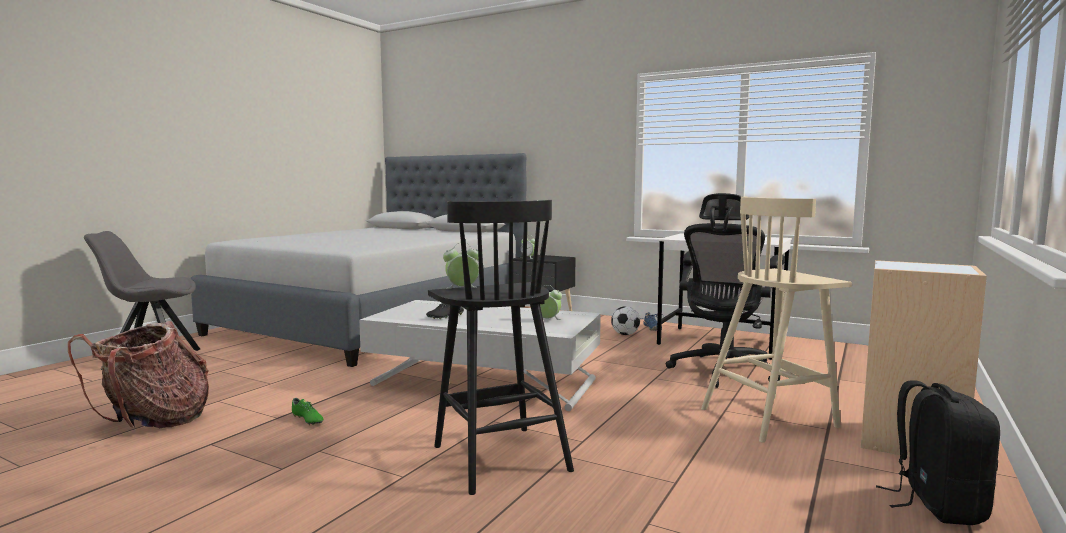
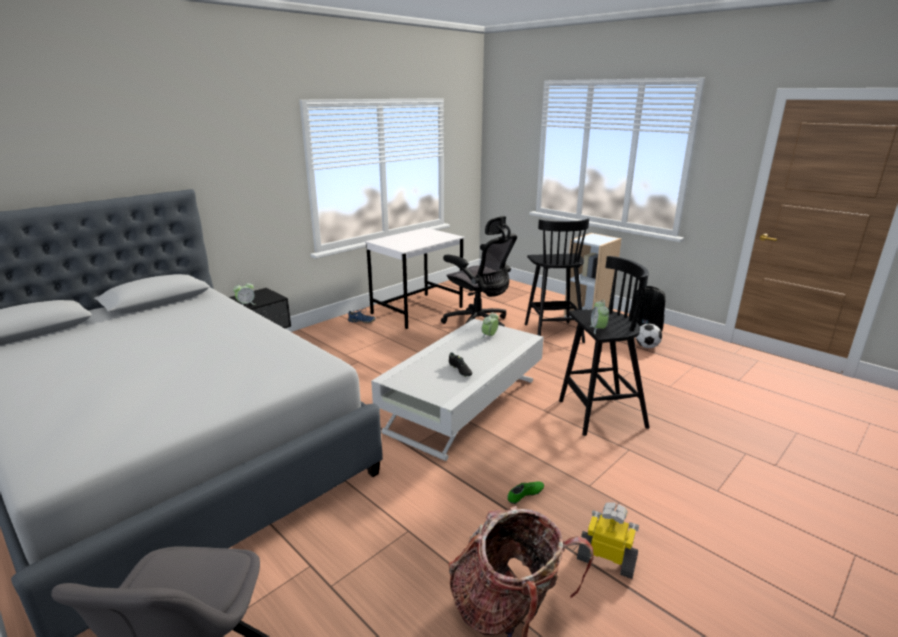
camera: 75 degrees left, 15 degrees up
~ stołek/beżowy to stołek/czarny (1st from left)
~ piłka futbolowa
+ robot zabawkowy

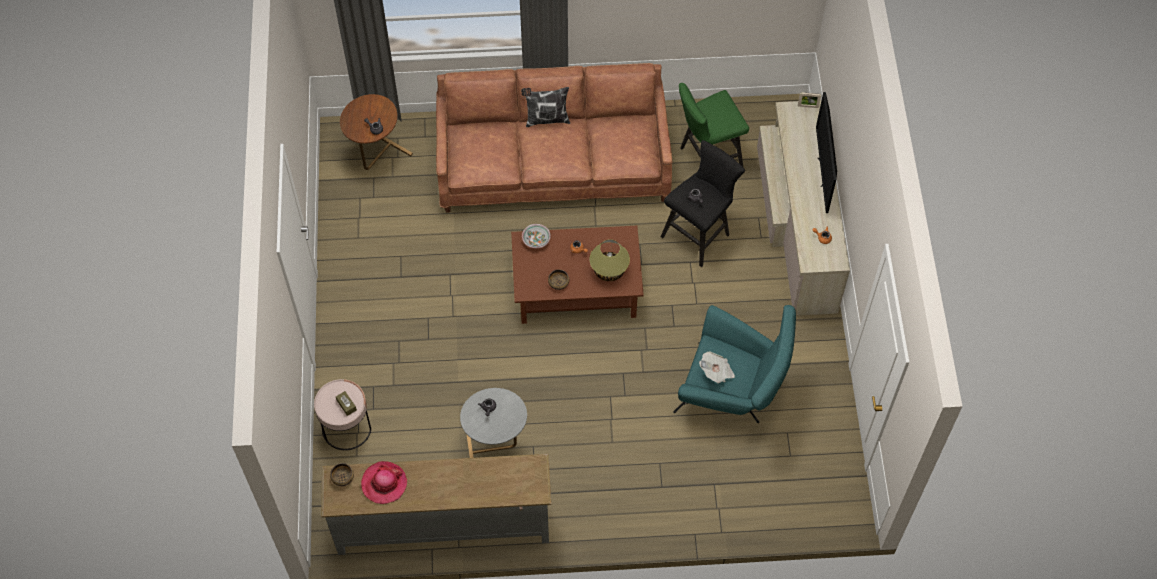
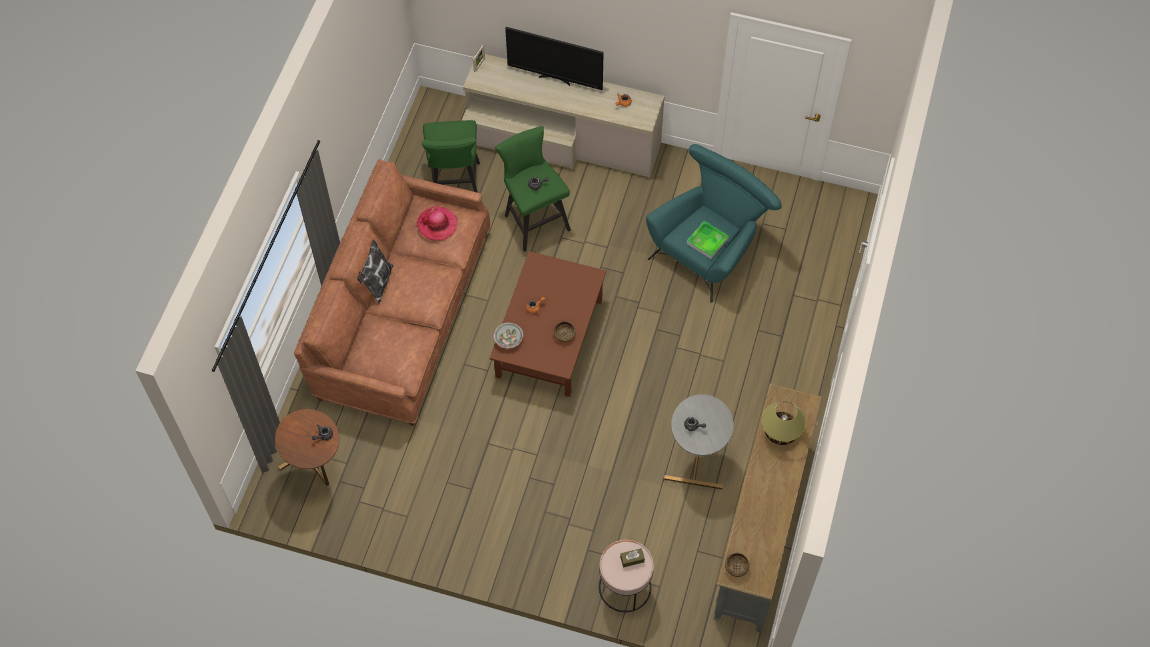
camera: 70 degrees left, 0 degrees up
~ stołek/czarny to stołek/zielony (2nd from left)
~ lampa stołowa
~ gazeta to taca
~ kapelusz

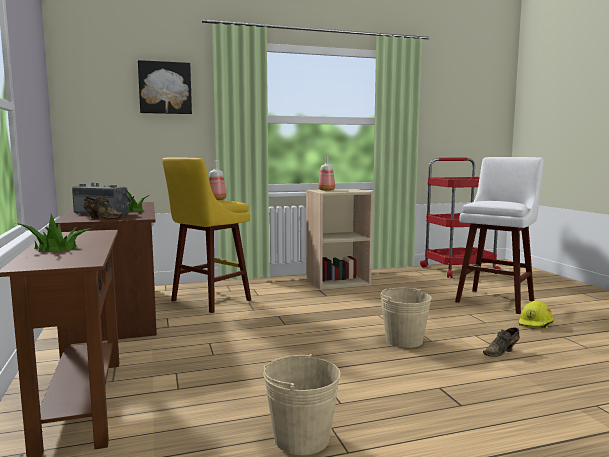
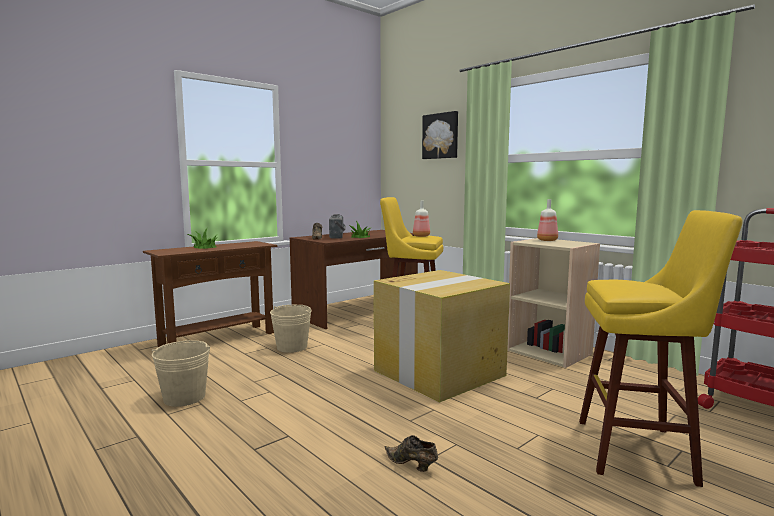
camera: 65 degrees right, 0 degrees up
~ stołek/biały to stołek/żółty (2nd from left)
~ wiadro/beżowy (2nd from left)
- kask/żółty
+ karton

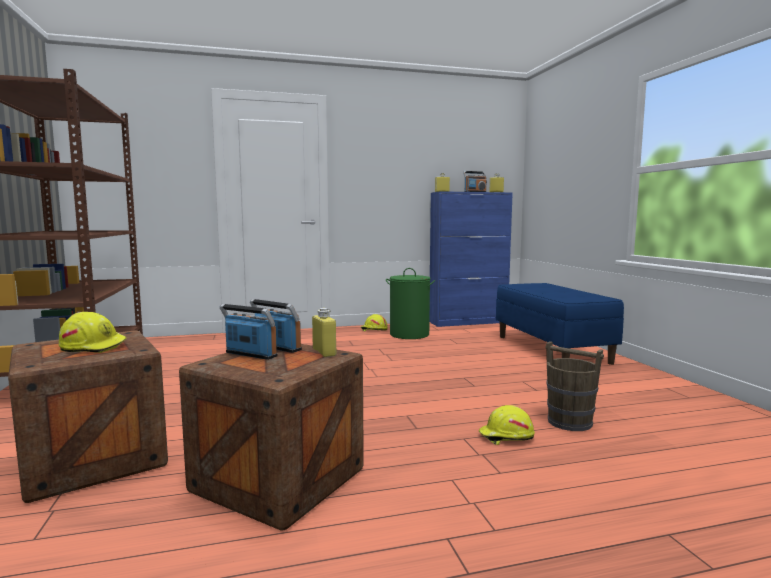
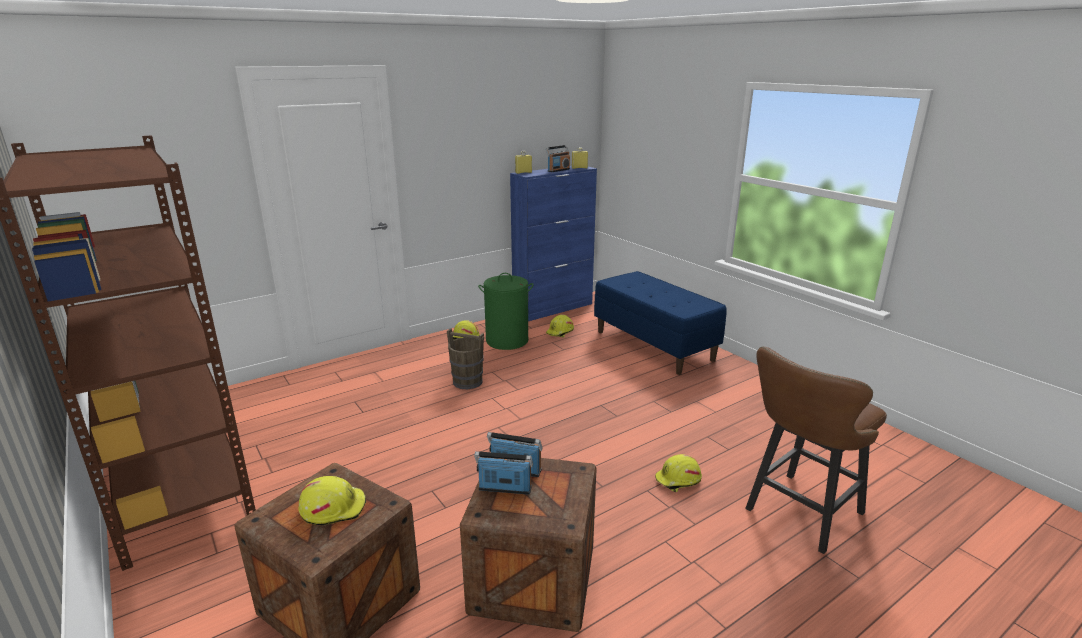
camera: 20 degrees left, 15 degrees up
- butelka/żółty (1st from left)
~ wiadro/brązowy
+ kask/żółty (3rd from left)
+ stołek/brązowy

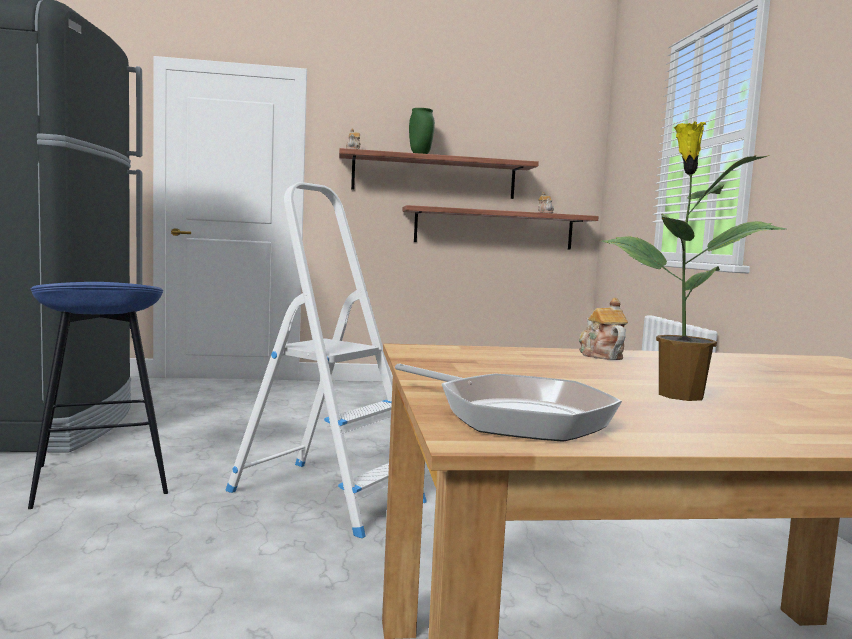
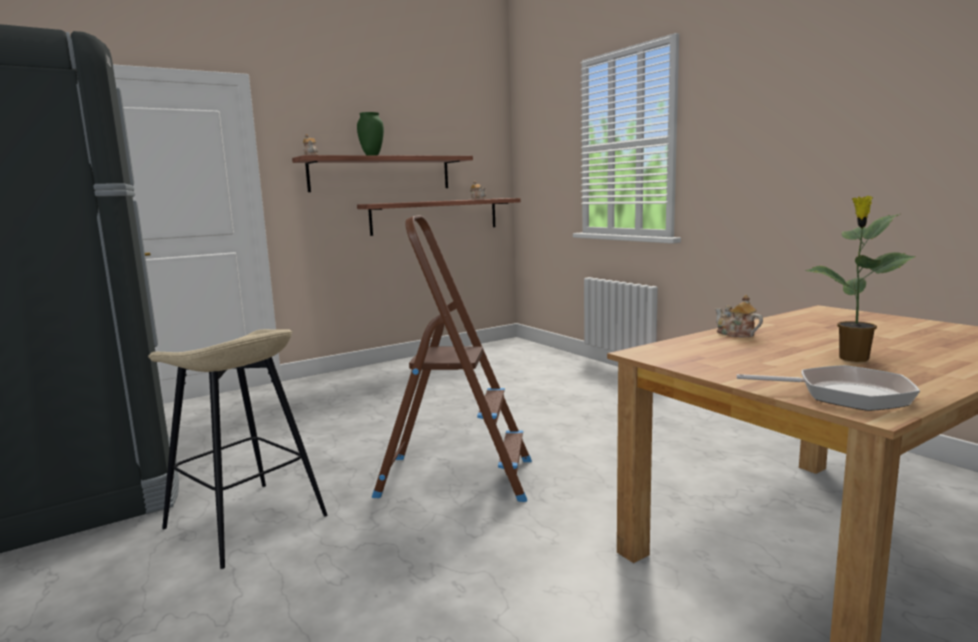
camera: 25 degrees left, 5 degrees up
~ drabinka/biały to drabinka/brązowy
~ stołek/niebieski to stołek/beżowy

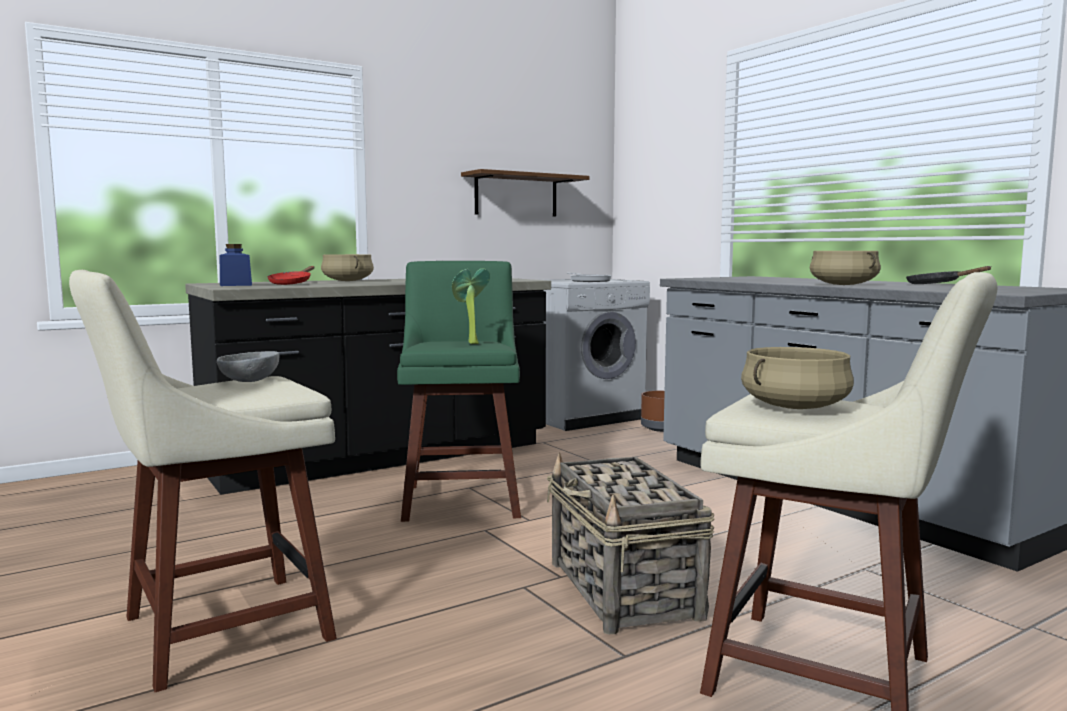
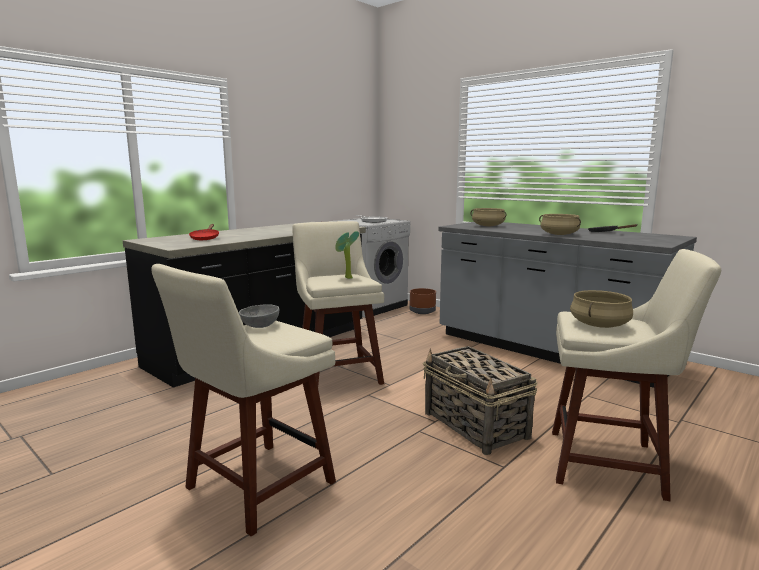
camera: 15 degrees left, 5 degrees up
- półka/brązowy
- słoik/niebieski
~ garnek/beżowy (1st from left)
~ stołek/zielony to stołek/beżowy (2nd from left)

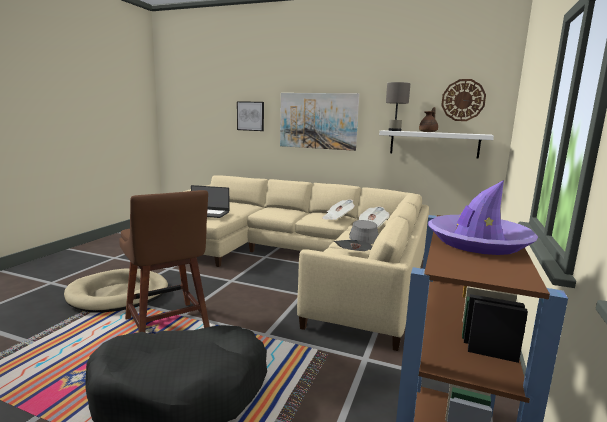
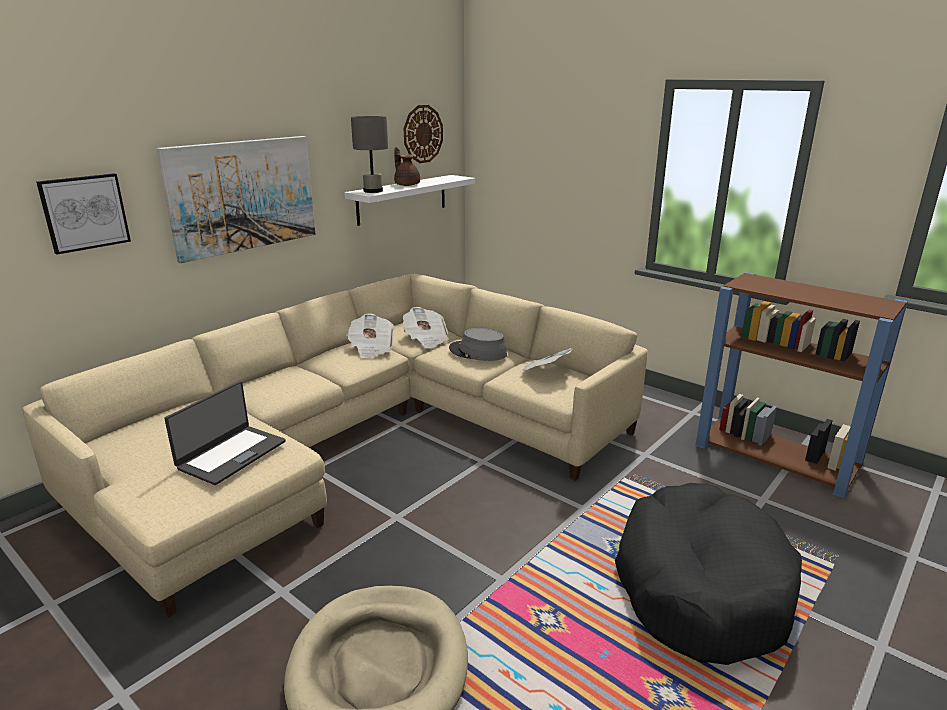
camera: 70 degrees left, 10 degrees up
- kapelusz/fioletowy
- stołek/brązowy

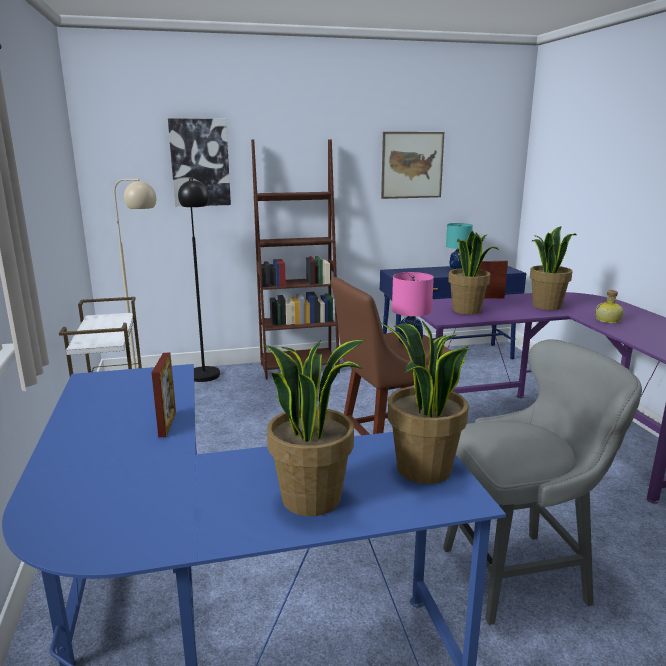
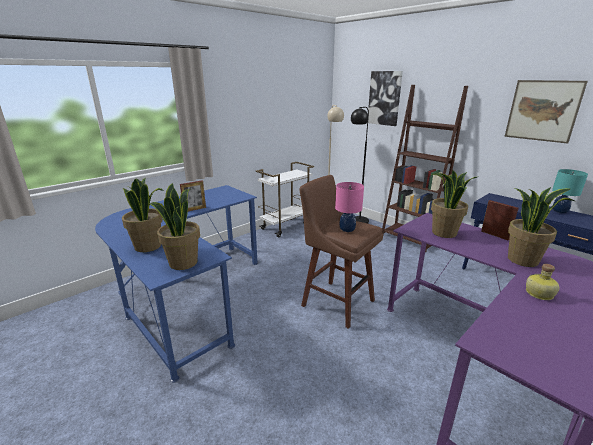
camera: 60 degrees right, 5 degrees up
- stołek/szary

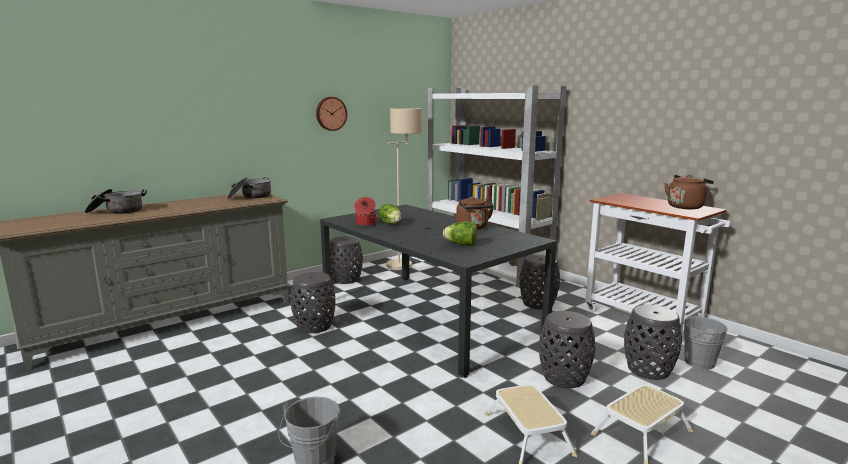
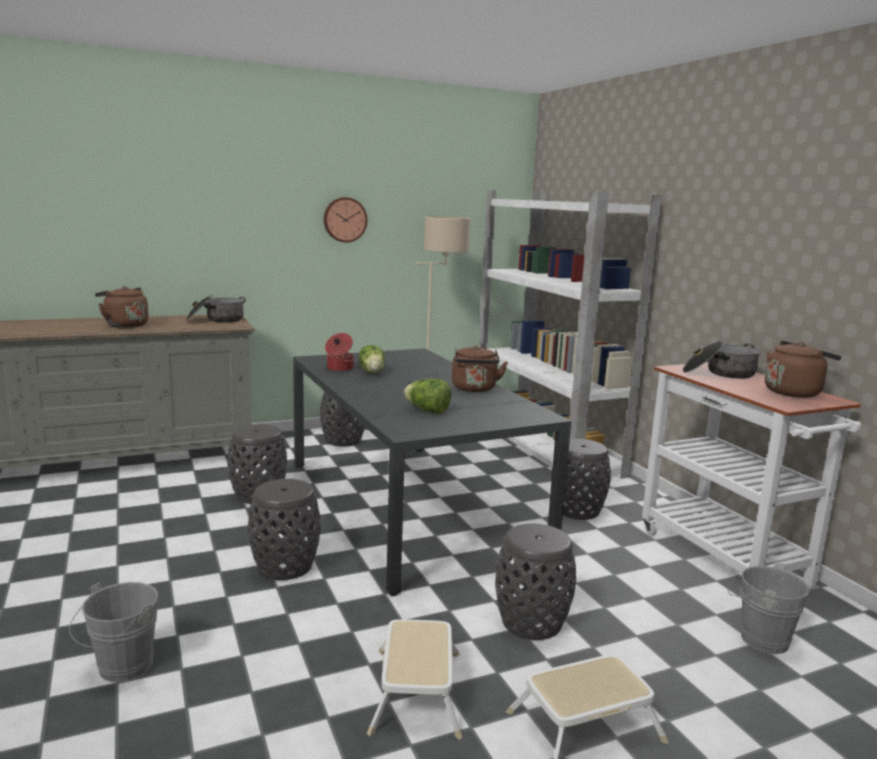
camera: 15 degrees right, 0 degrees up
~ garnek (1st from left in the first image) to garnek (3rd from left)
~ stołek/szary (5th from left in the first image) to stołek/szary (2nd from left)
+ czajnik/brązowy (1st from left)

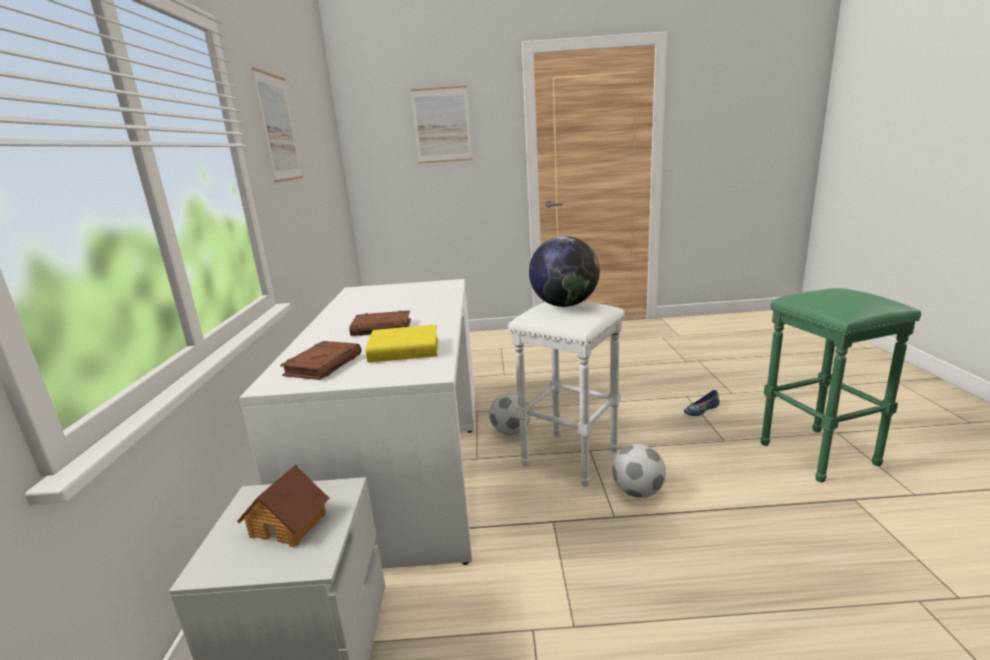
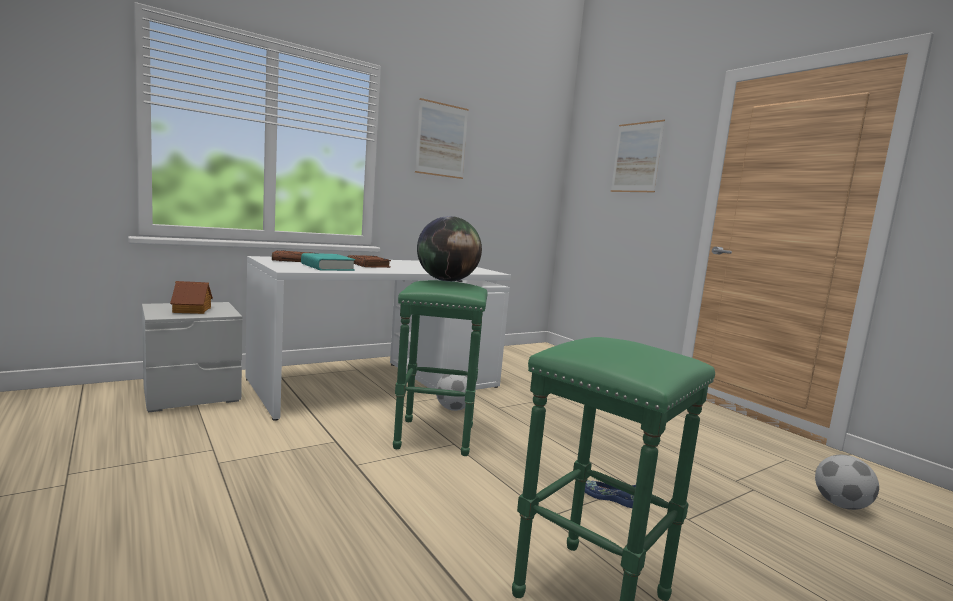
camera: 55 degrees right, 10 degrees down
~ stołek/biały to stołek/zielony (1st from left)
~ książka/żółty to książka/turkusowy
~ piłka futbolowa (2nd from left)

